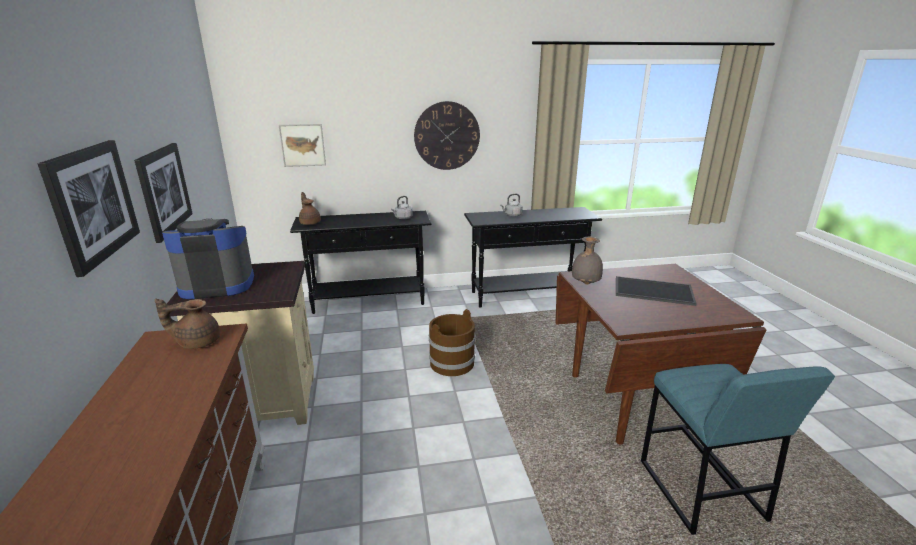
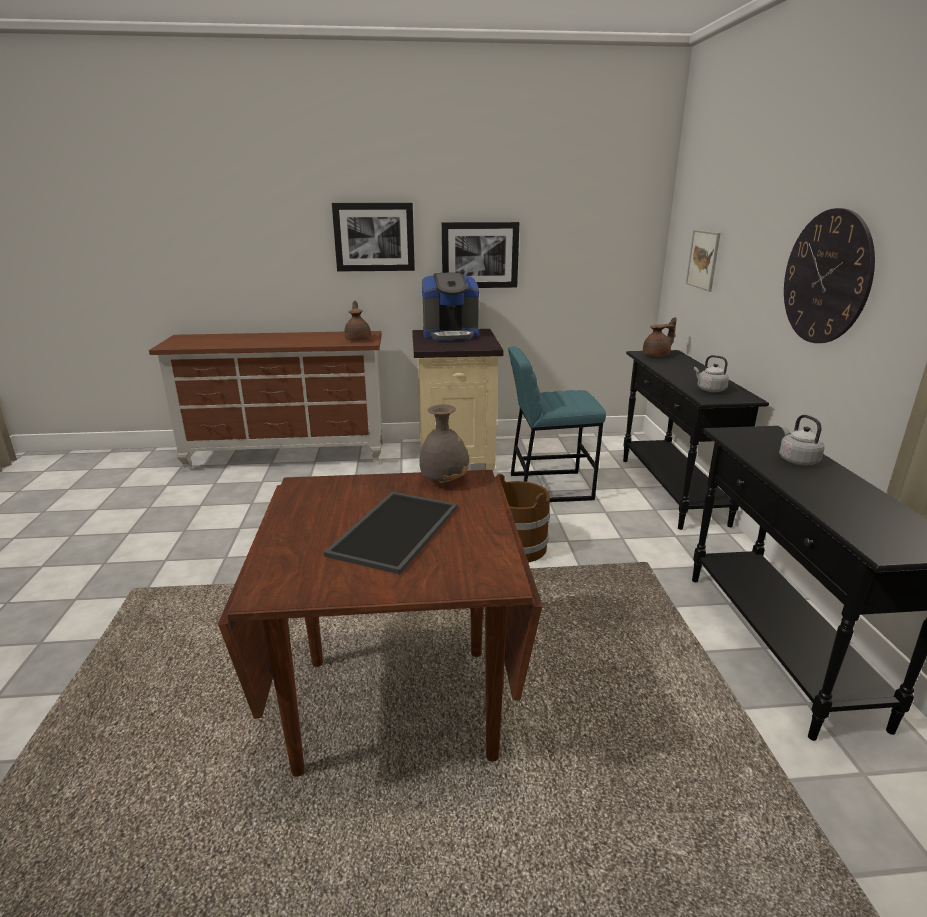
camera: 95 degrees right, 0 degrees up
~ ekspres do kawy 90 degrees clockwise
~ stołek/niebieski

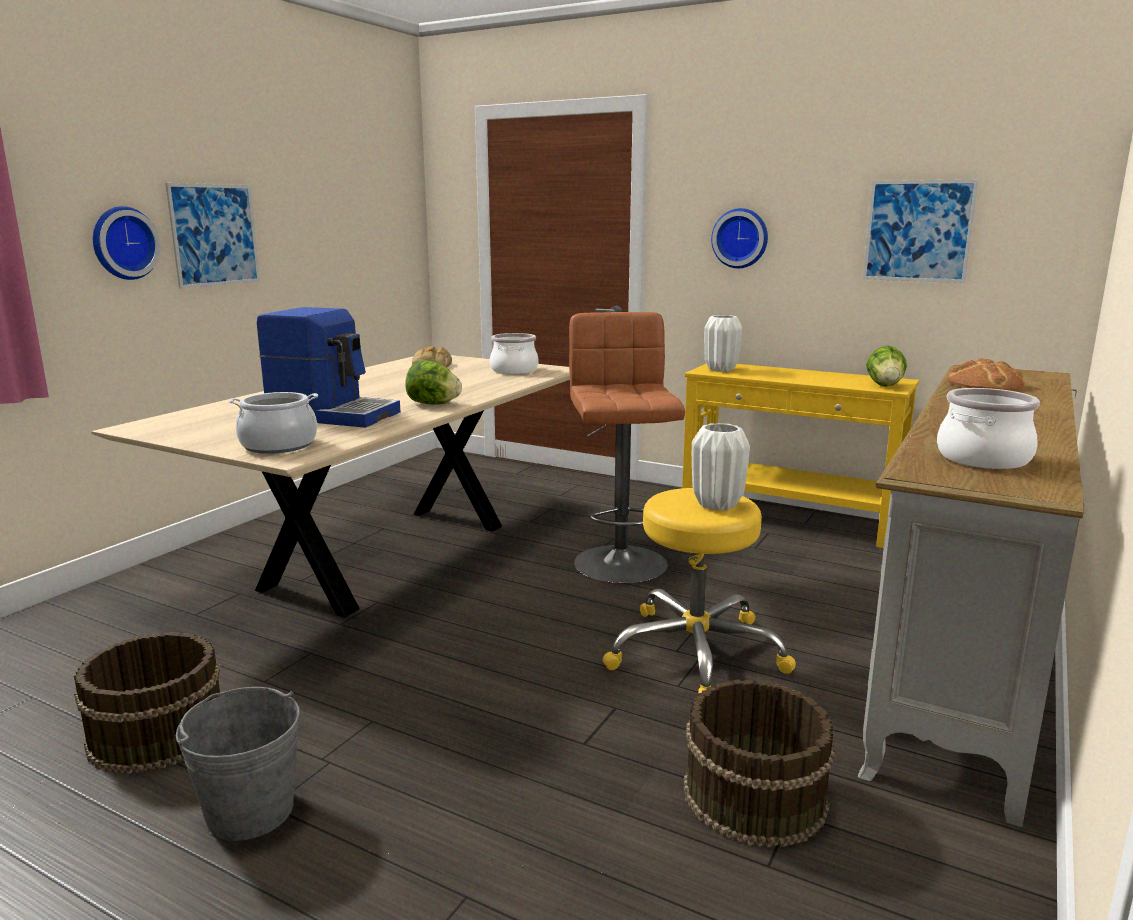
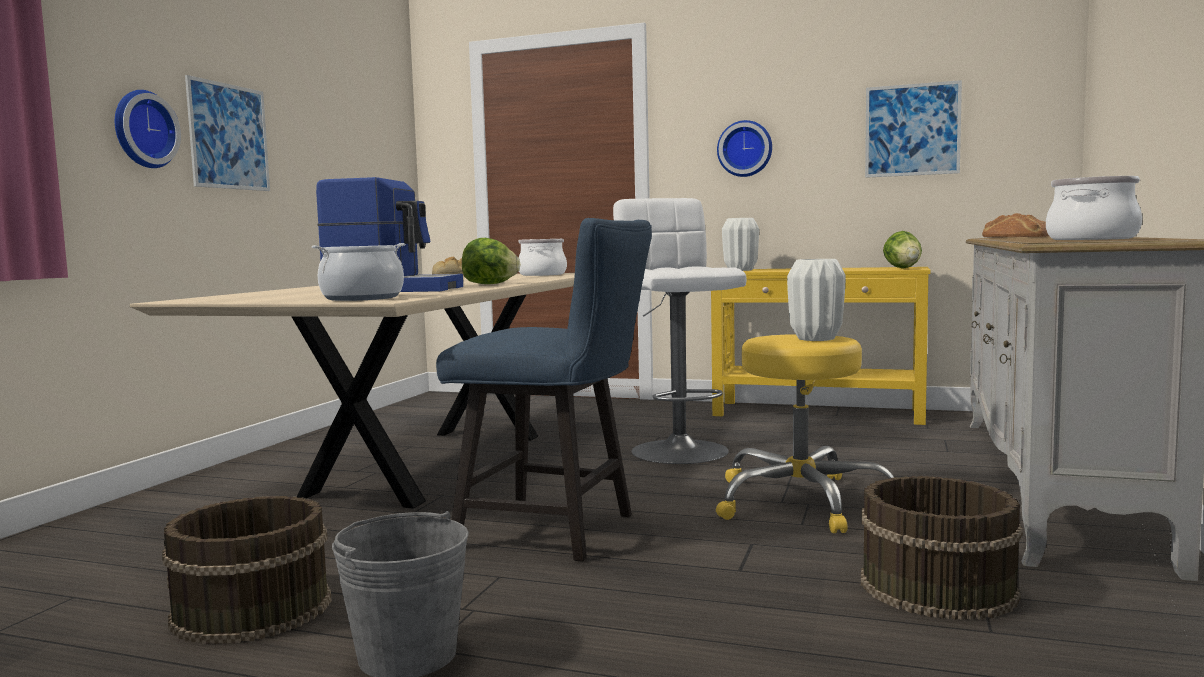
camera: 10 degrees left, 10 degrees down
~ stołek/brązowy to stołek/biały
+ krzesło/niebieski

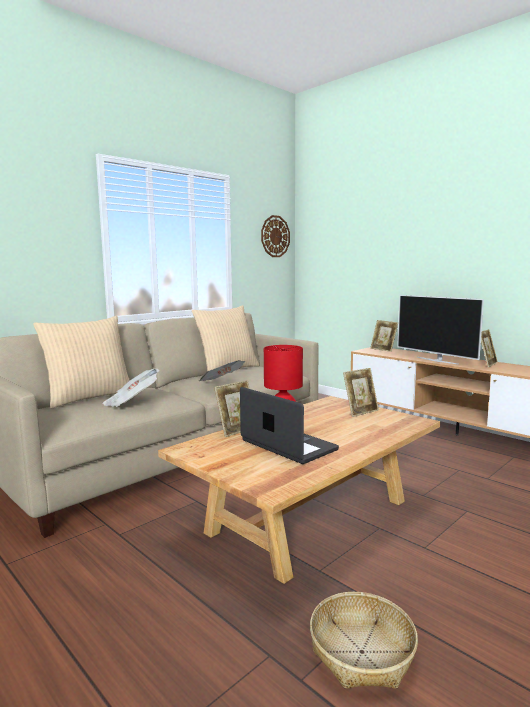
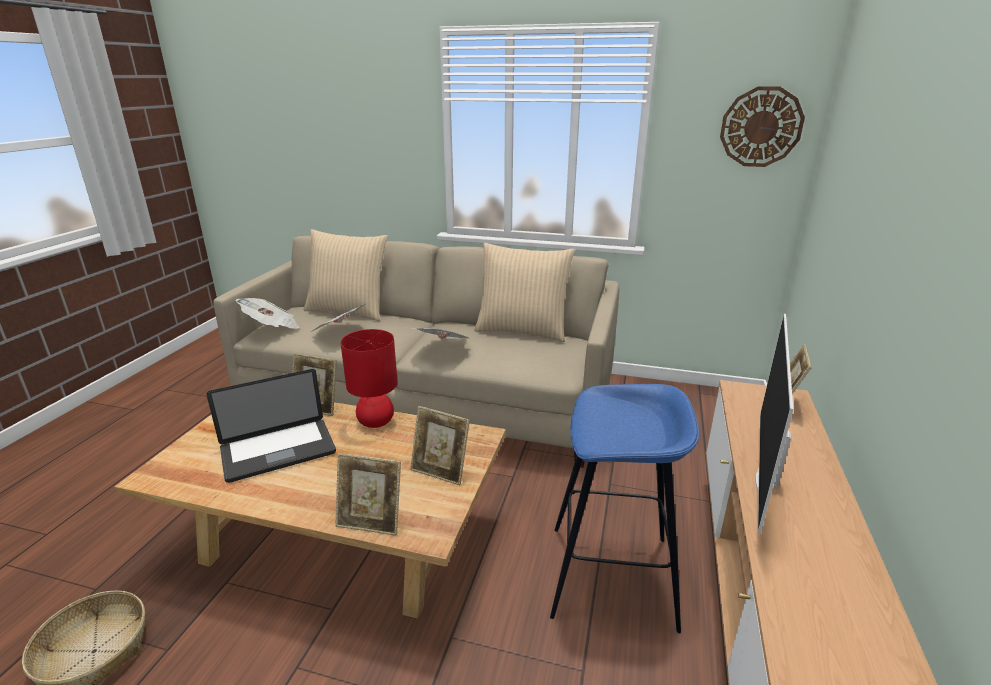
camera: 60 degrees right, 15 degrees up
~ ramka na zdjęcie (4th from left in the first image) to ramka na zdjęcie (2nd from left)
~ laptop 45 degrees clockwise
+ gazeta (1st from left)
+ stołek/niebieski

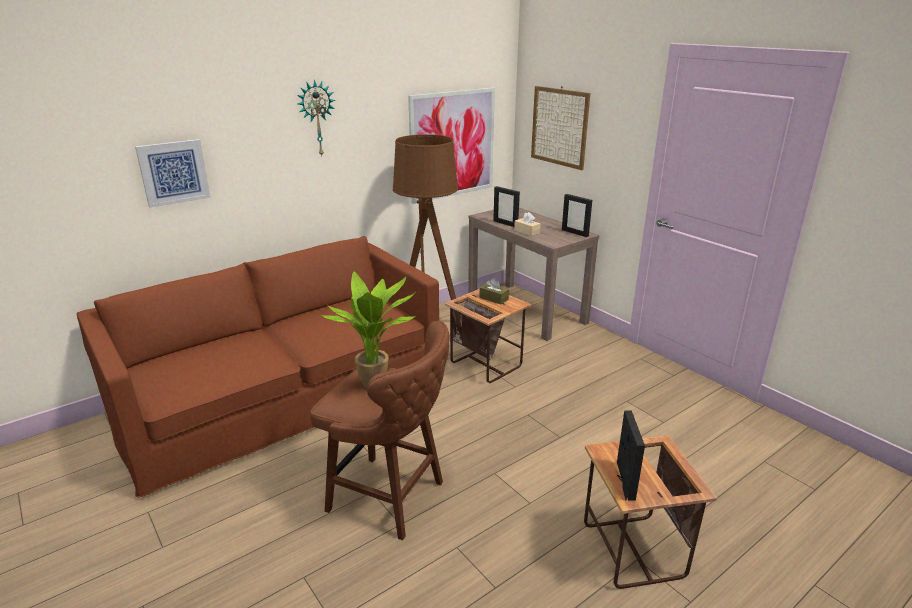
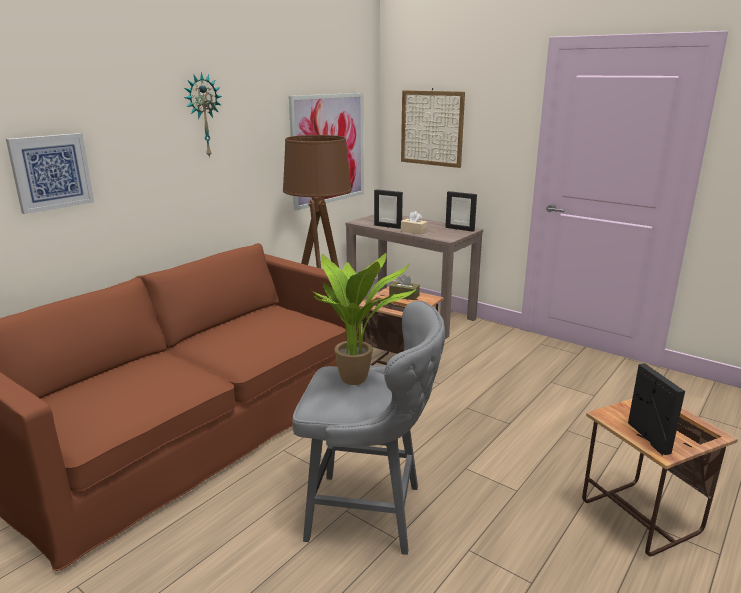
camera: 15 degrees left, 5 degrees down
~ stołek/brązowy to stołek/szary

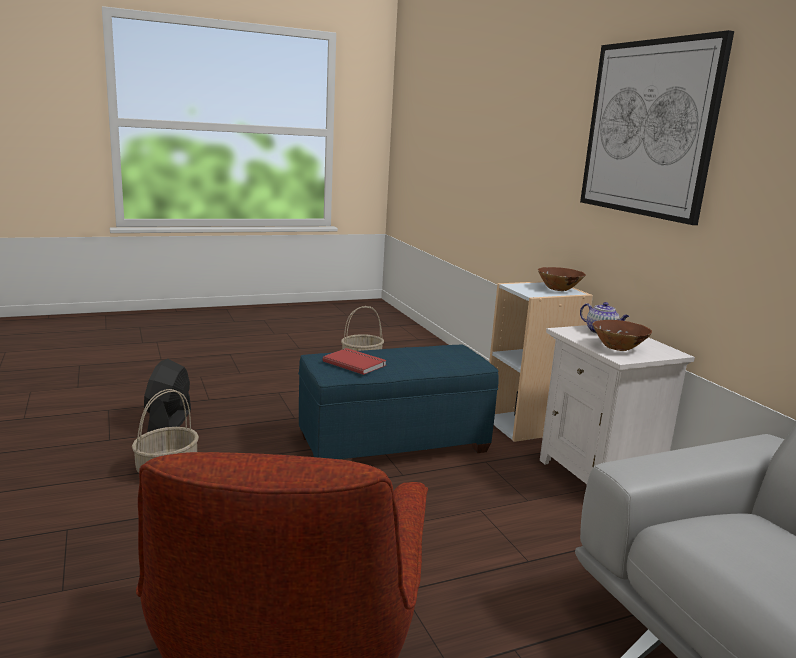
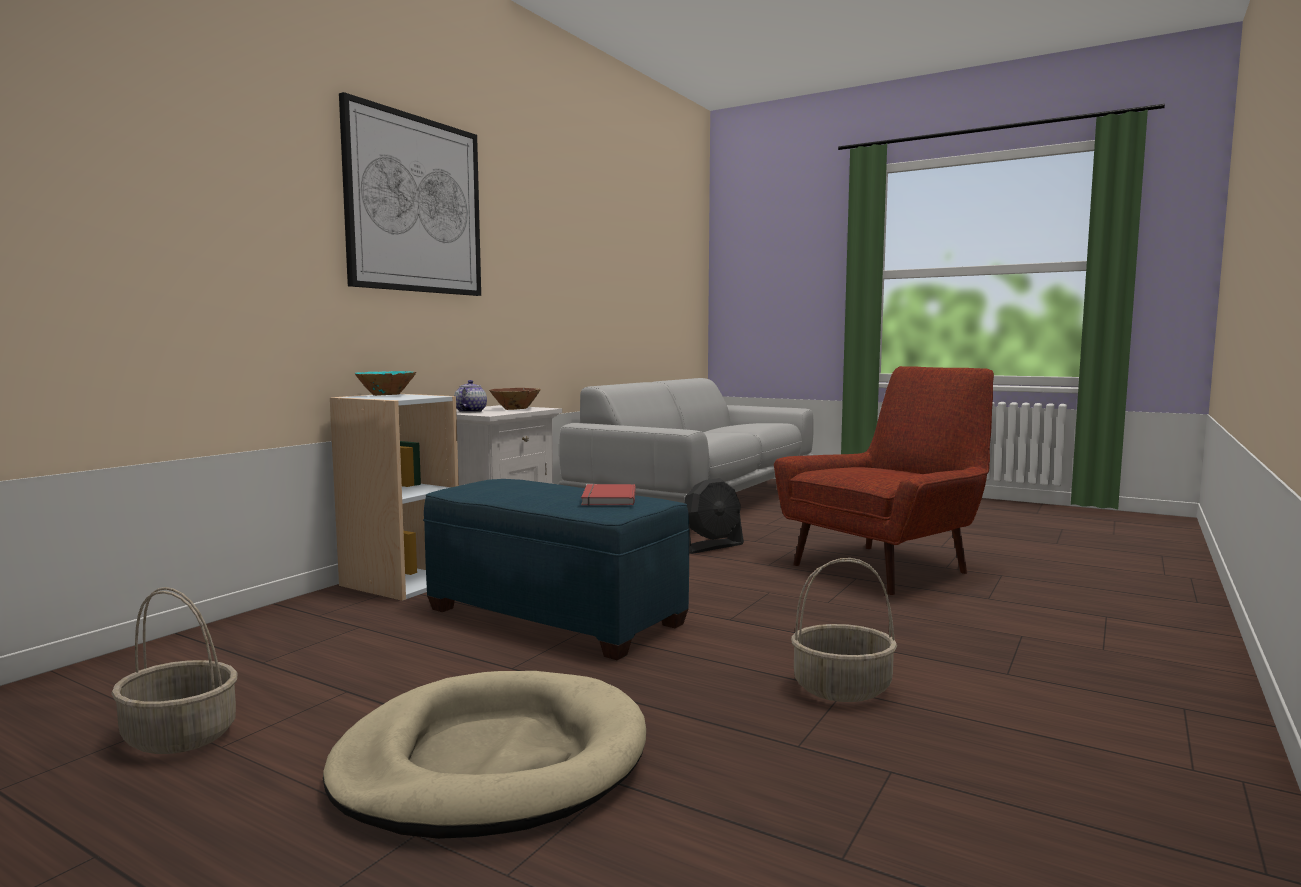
camera: 125 degrees left, 10 degrees down
~ miska/brązowy (1st from left) to miska/turkusowy
~ wentylator/czarny
+ legowisko/beżowy

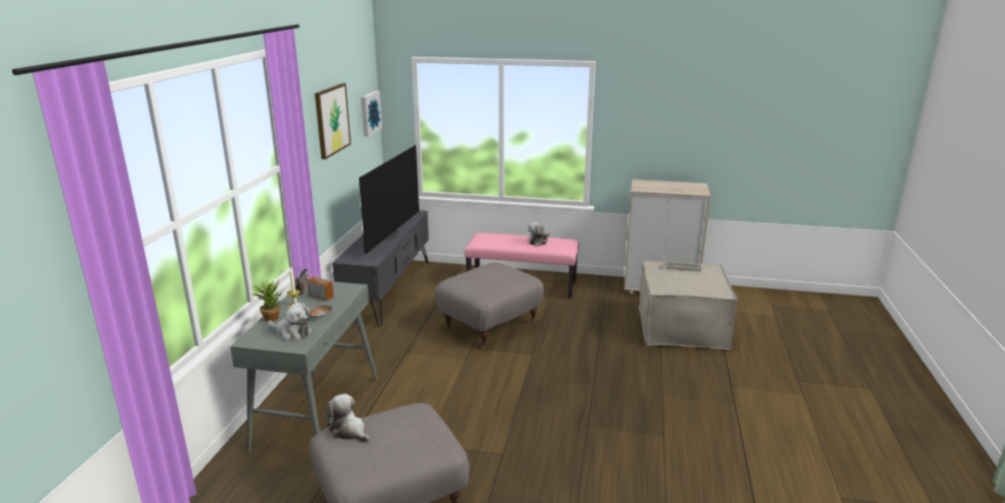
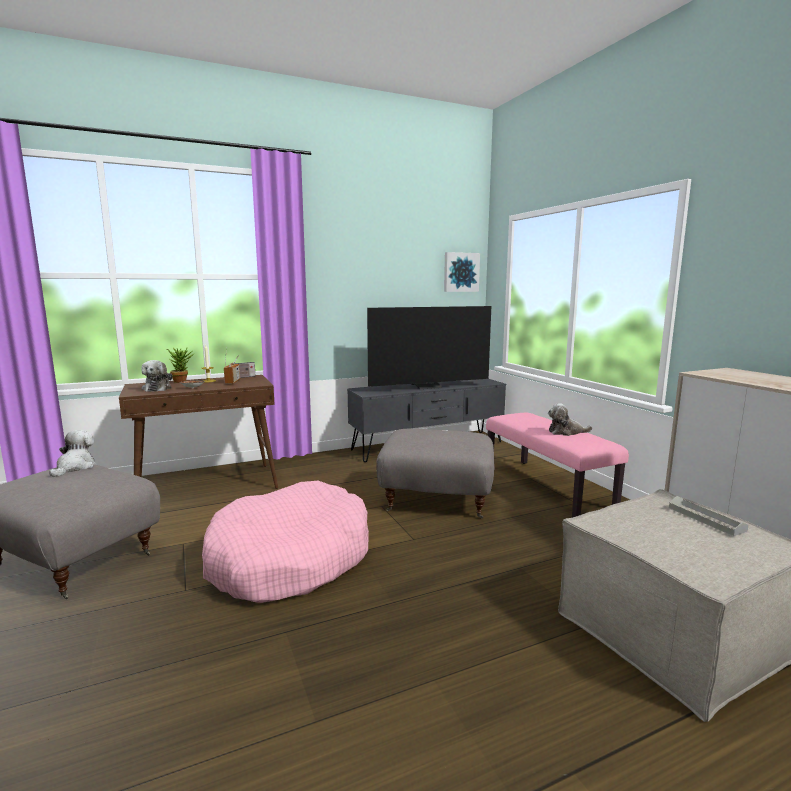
camera: 55 degrees right, 10 degrees down
- obraz (1st from left)
~ stolik konsolowy/szary to stolik konsolowy/brązowy
+ legowisko/różowy

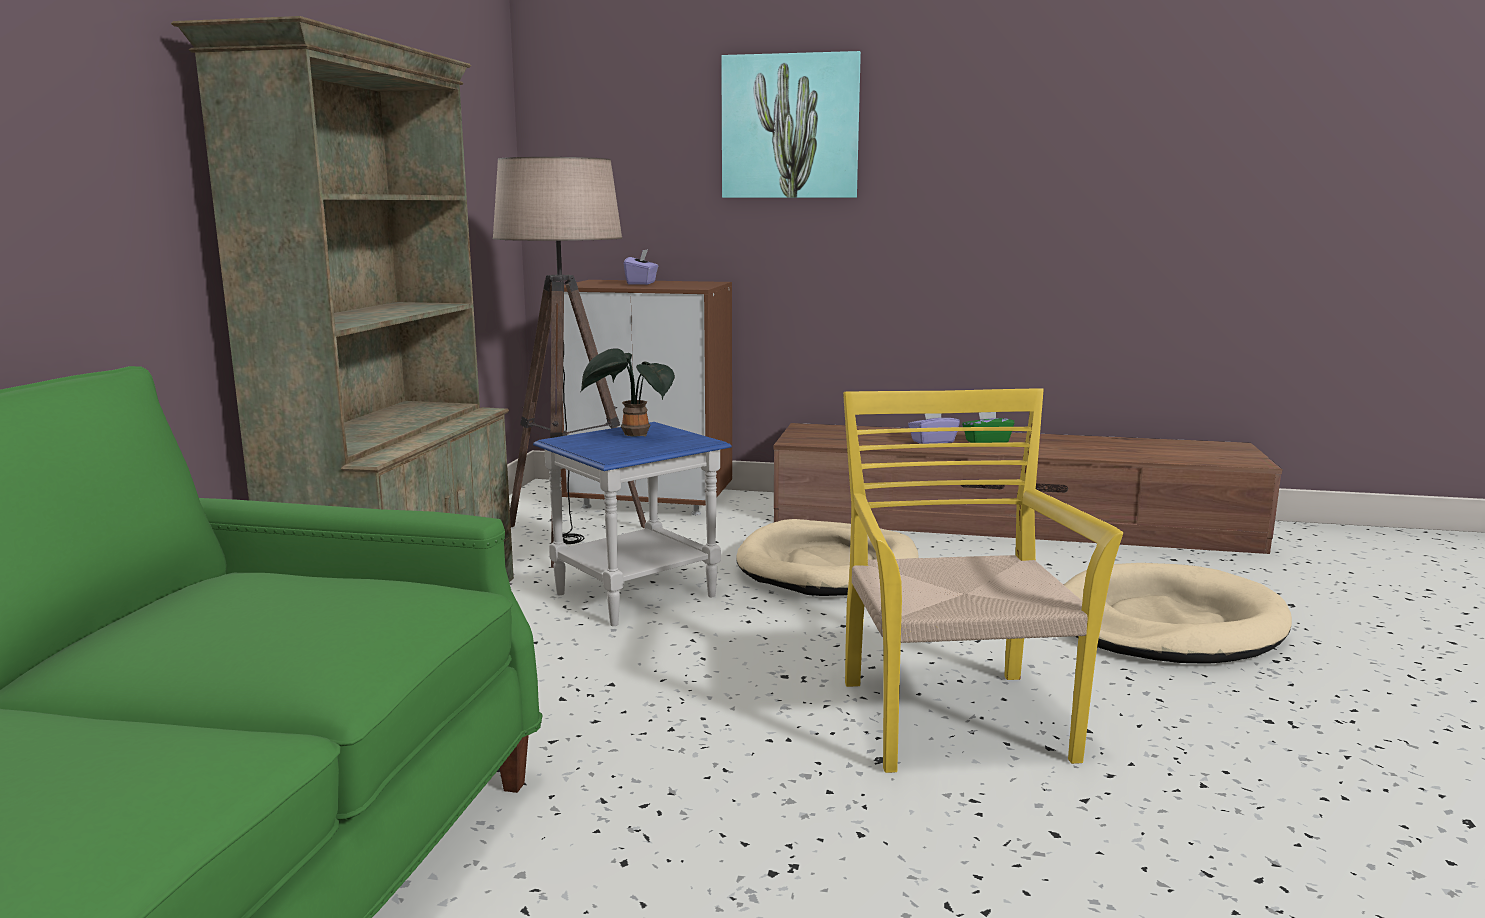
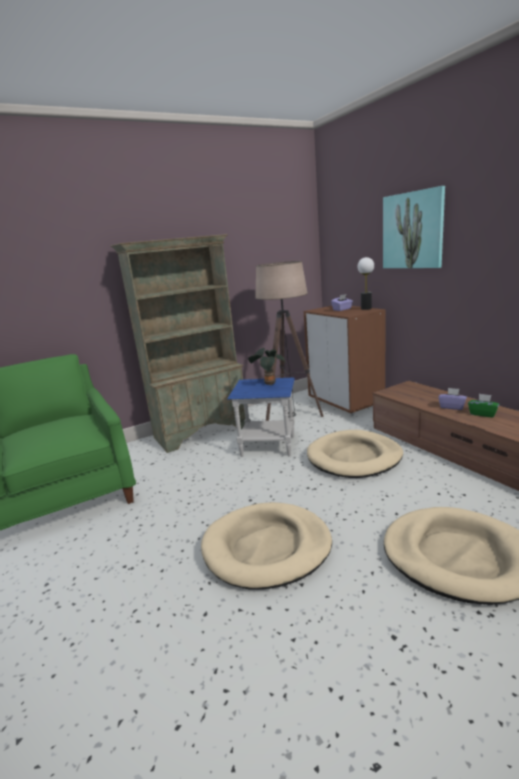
camera: 50 degrees right, 5 degrees up
~ fotel/żółty to legowisko/beżowy (1st from left)
+ lampa stołowa

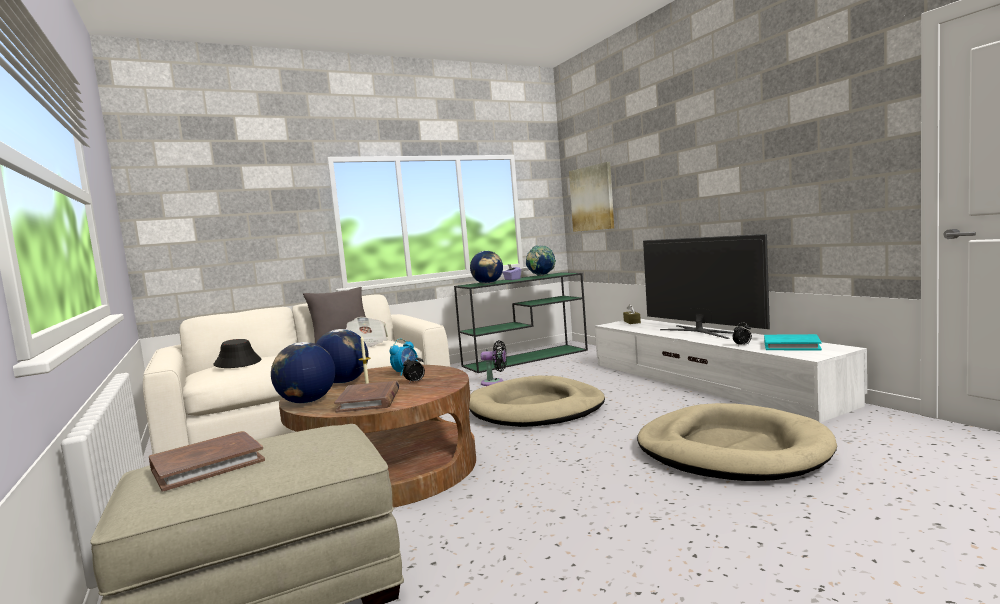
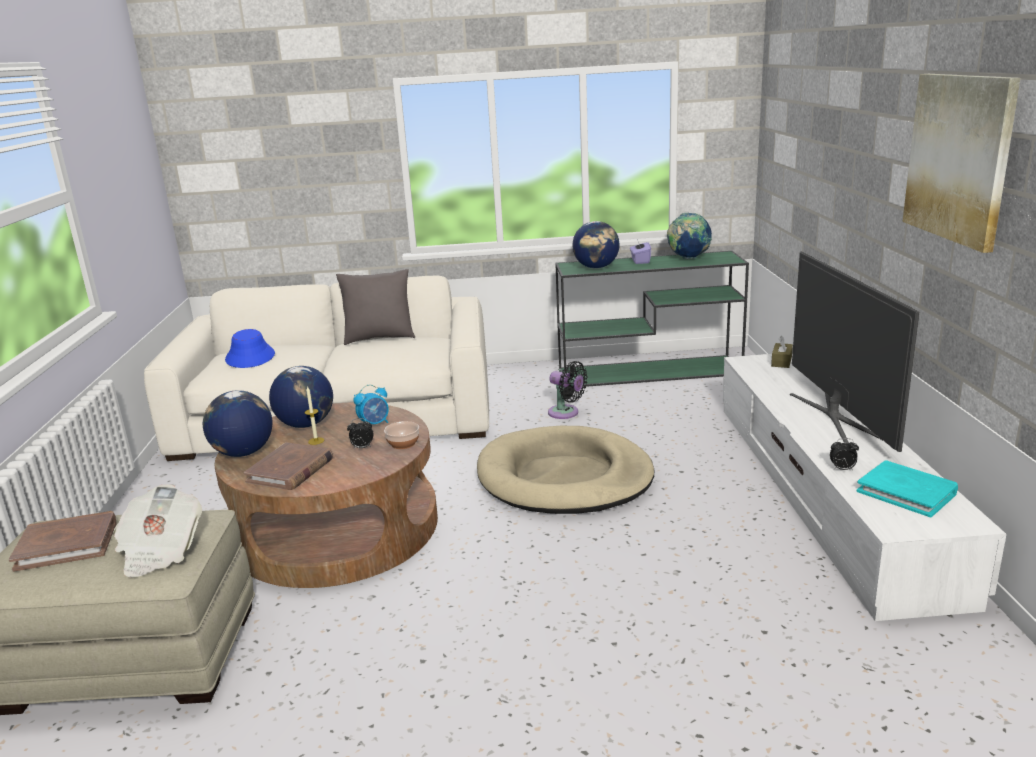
camera: 25 degrees right, 15 degrees up
~ obraz
~ gazeta
~ kapelusz/czarny to kapelusz/niebieski
- legowisko/beżowy (2nd from left)
+ miska

